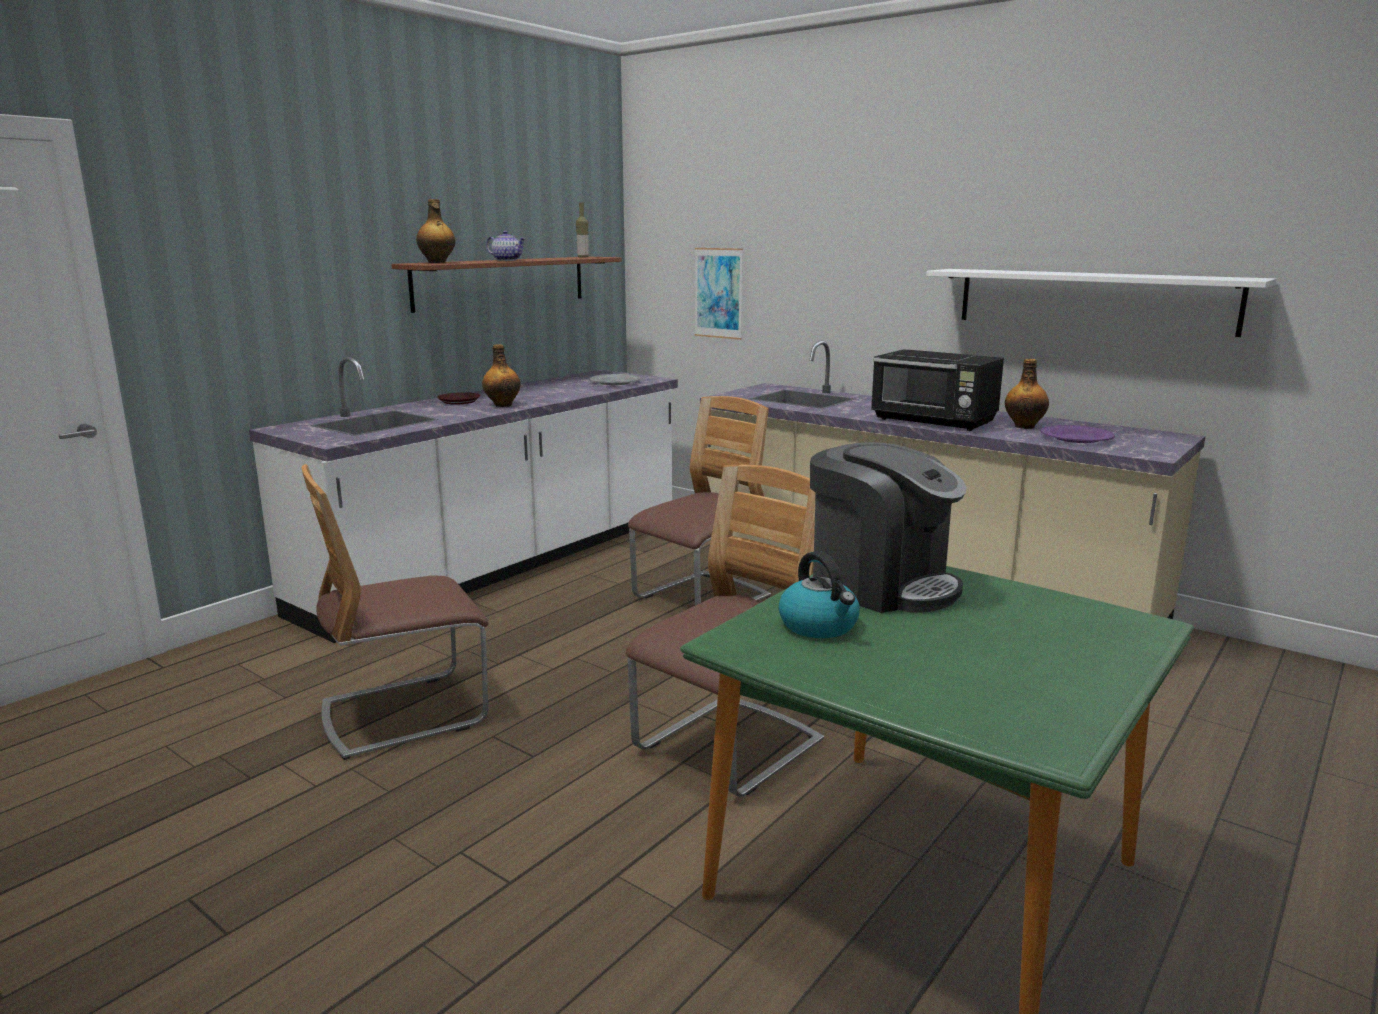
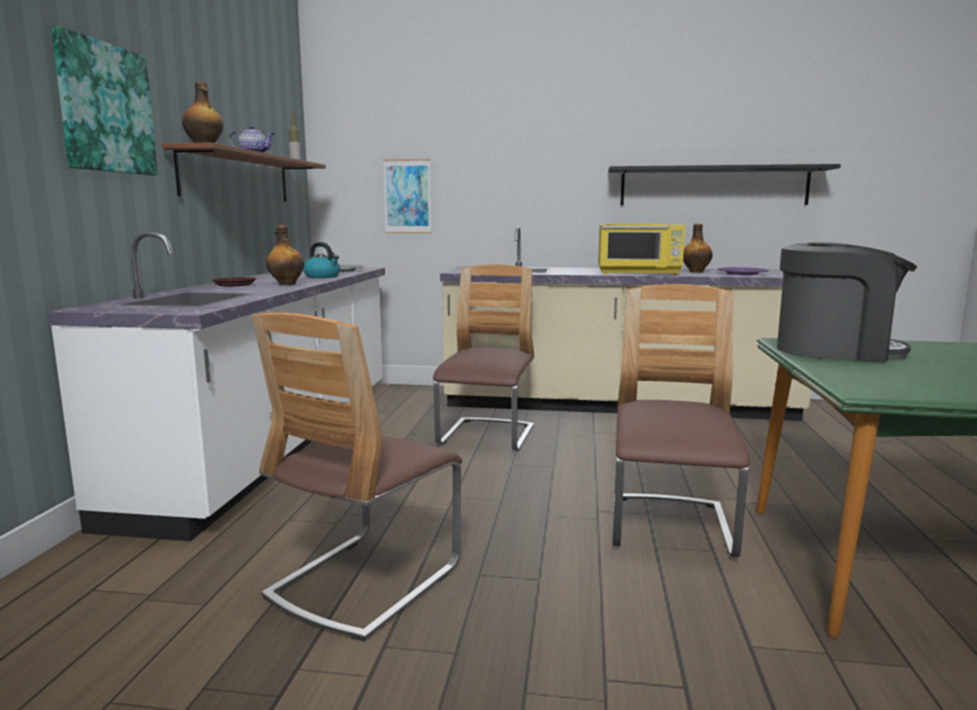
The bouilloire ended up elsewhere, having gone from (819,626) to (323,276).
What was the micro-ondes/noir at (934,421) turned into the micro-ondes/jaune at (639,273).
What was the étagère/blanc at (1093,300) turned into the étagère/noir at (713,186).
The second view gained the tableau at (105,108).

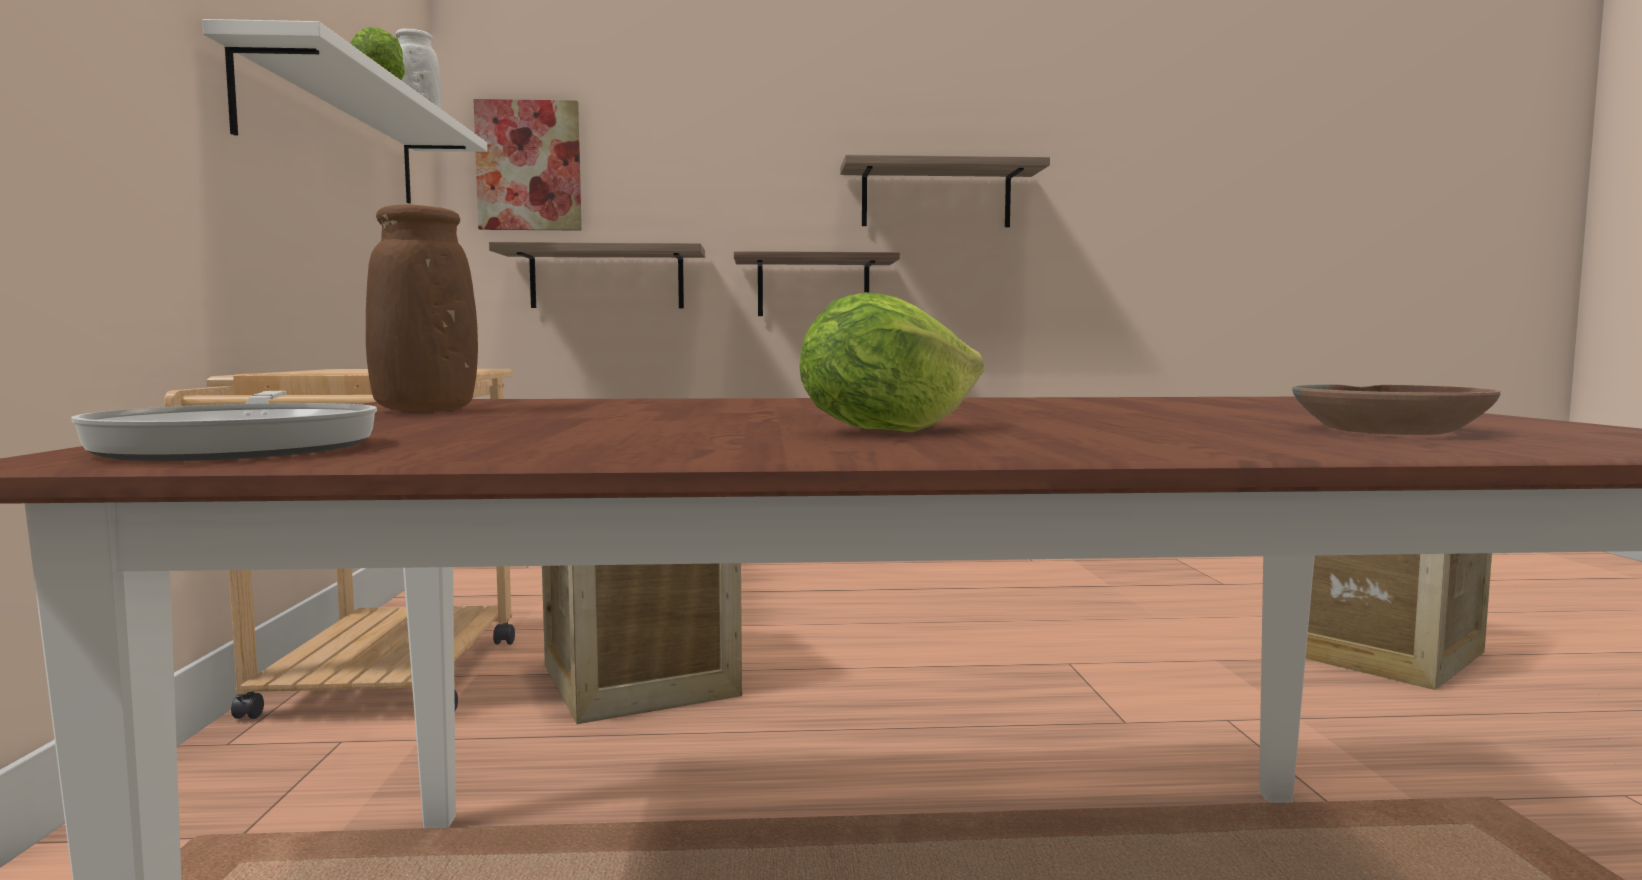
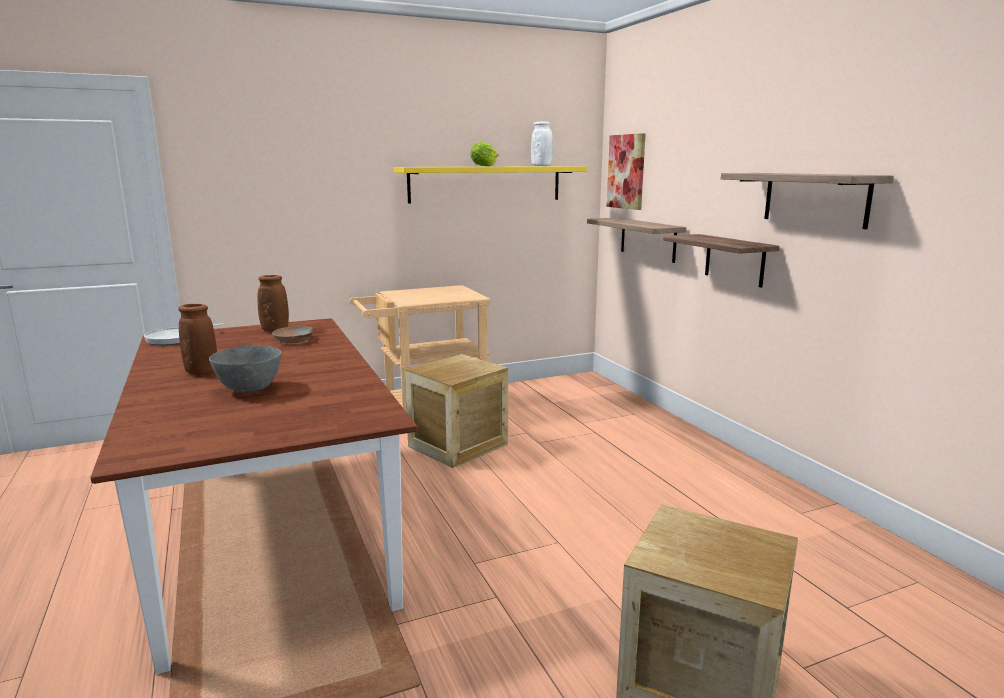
What was the étagère/blanc at (335,135) turned into the étagère/jaune at (486,184).
Where the laitue stood at (886,430), the vase/marron came to stand at (201,372).
The bol/marron ended up elsewhere, having gone from (1393,430) to (293,340).
The second view gained the bol/gris at (250,389).

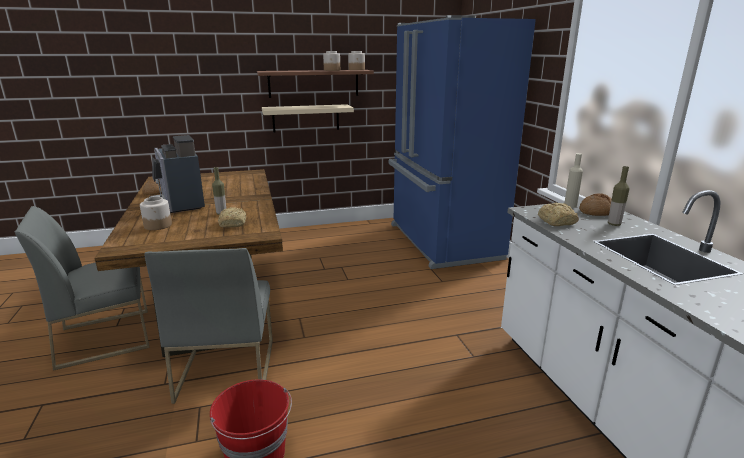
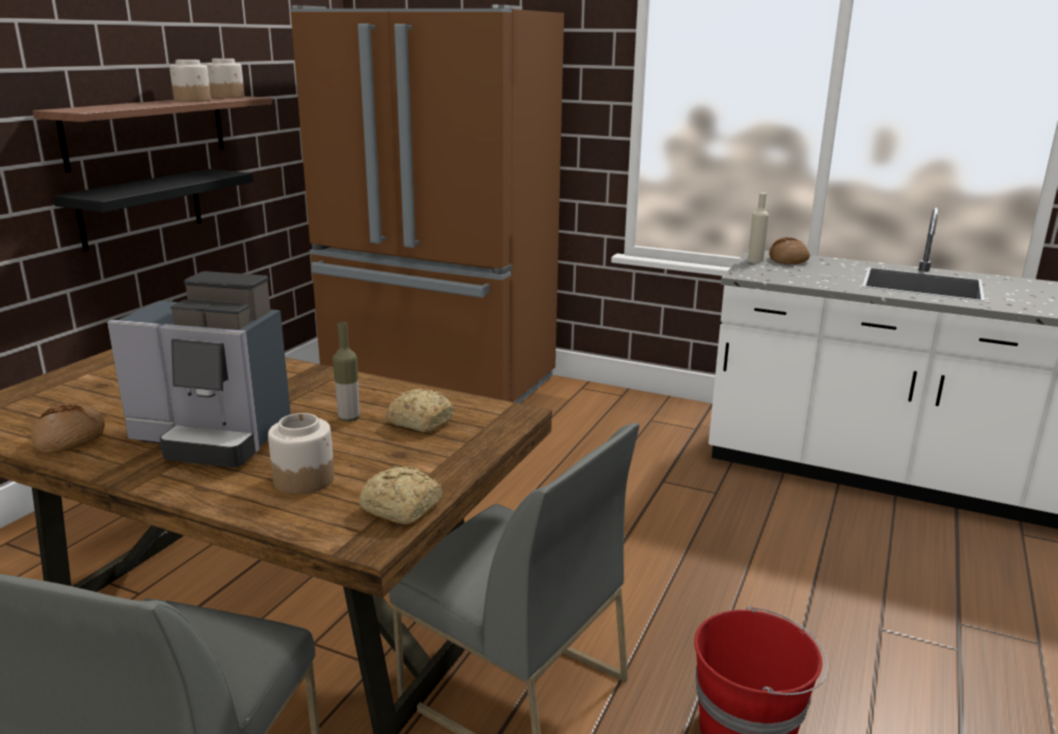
What was the étagère/beige at (306,118) turned into the étagère/noir at (141,208).
What was the réfrigérateur/bleu at (442,242) turned into the réfrigérateur/marron at (438,384).
The pain ended up elsewhere, having gone from (556,222) to (402,509).
The second view lost the bouteille at (614,224).

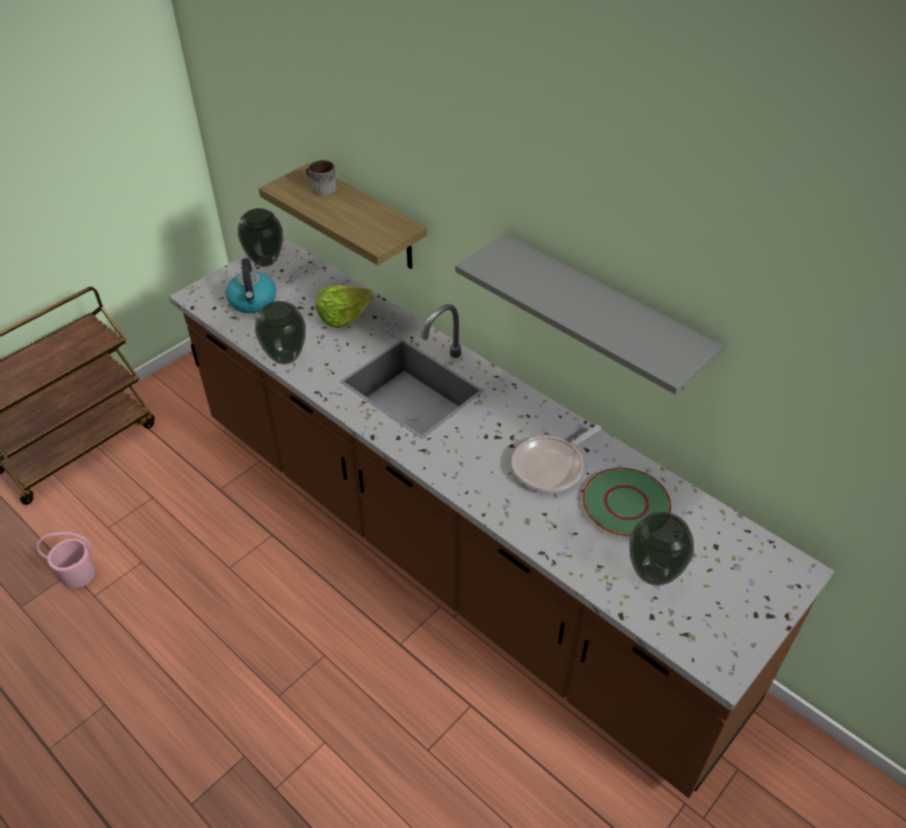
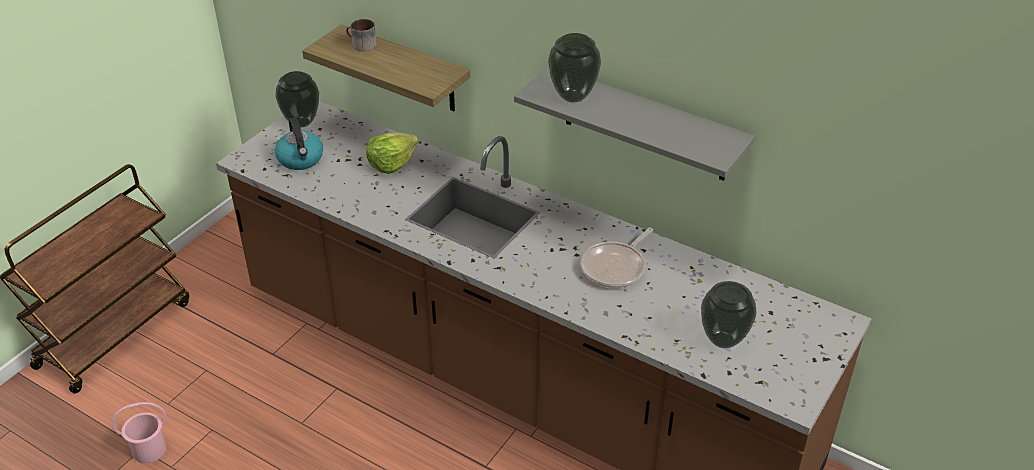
The vase ended up elsewhere, having gone from (286,357) to (573,96).
The second view lost the assiette/vert at (626,503).

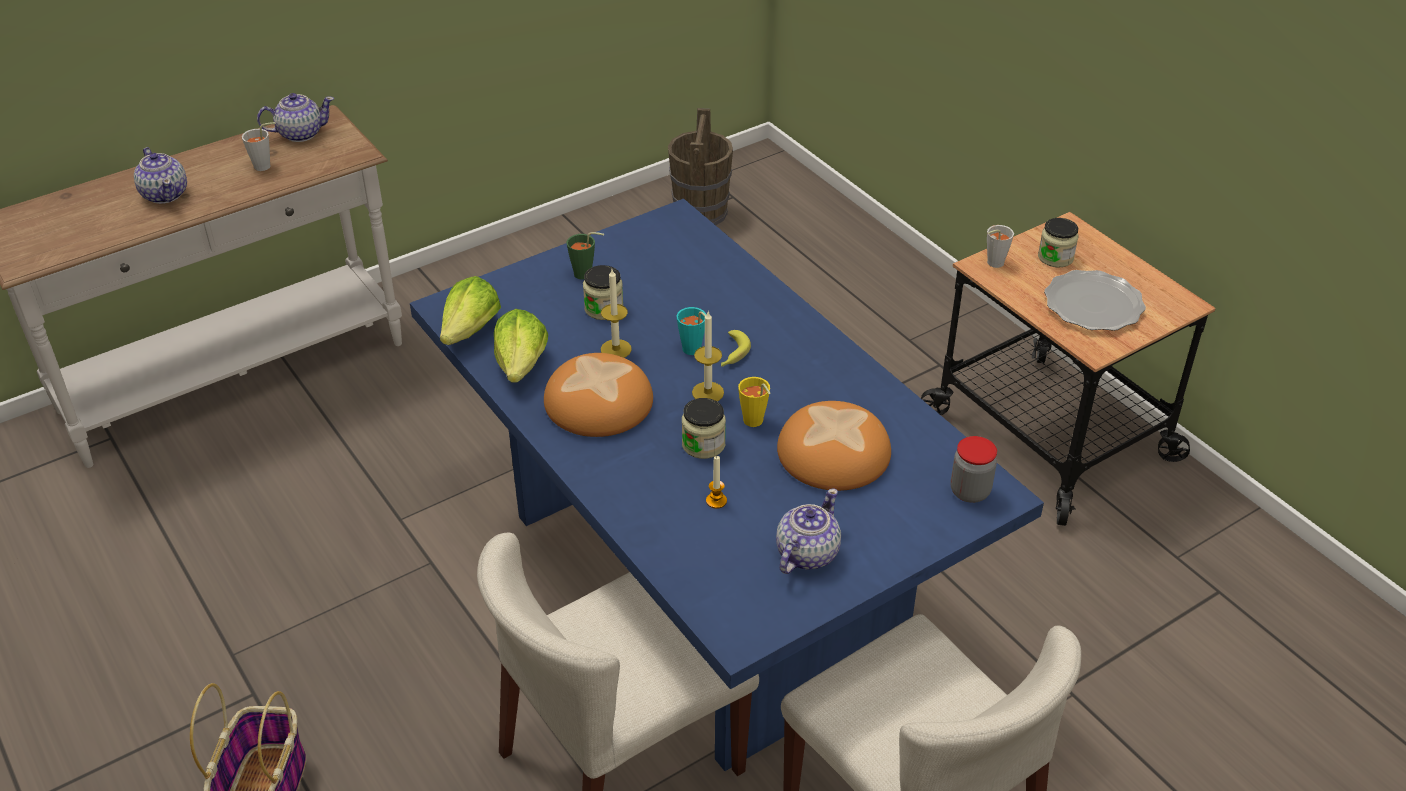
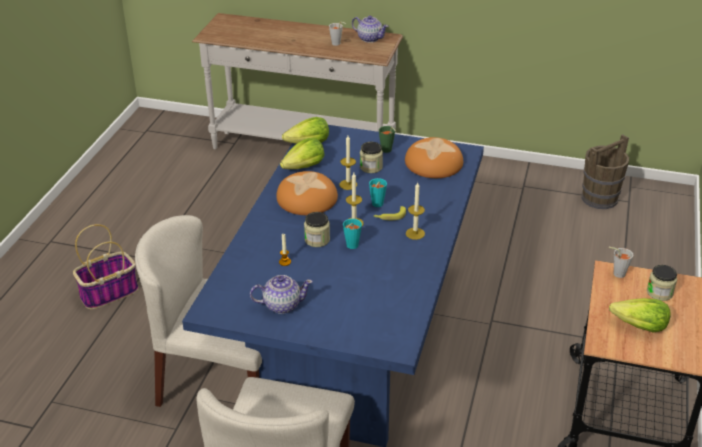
The second view lost the théière at (165,194).
What was the tasse/jaune at (754,423) turned into the tasse/turquoise at (350,247).
The pain ended up elsewhere, having gone from (832,454) to (433,163).
The second view lost the bocal at (970,491).
Where the assiette stood at (1094,305), the laitue came to stand at (639,326).
The second view gained the bougie at (415,233).

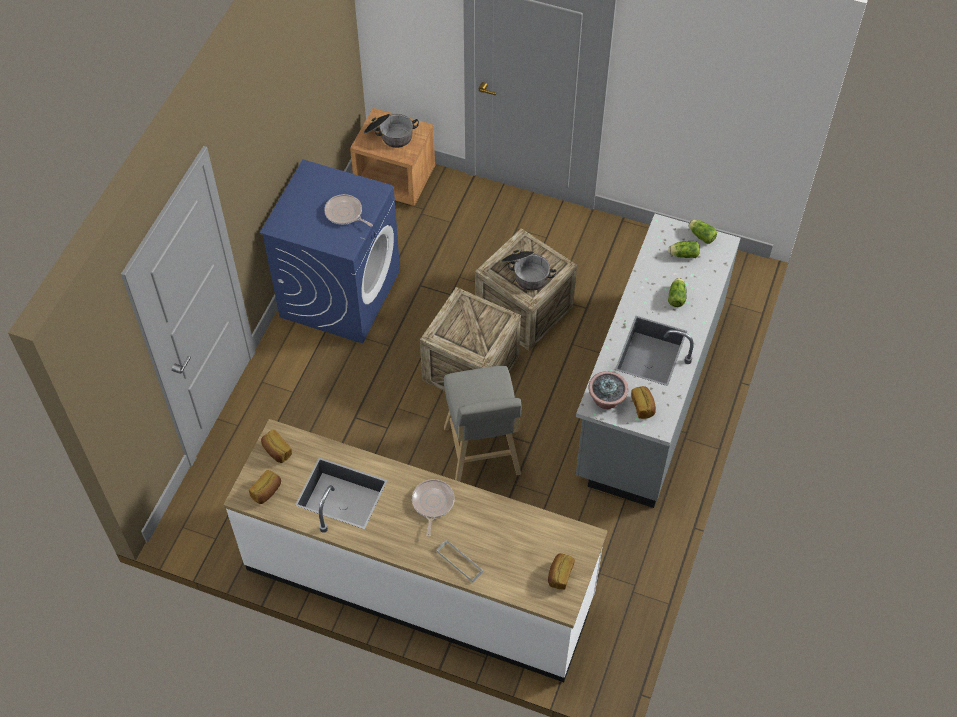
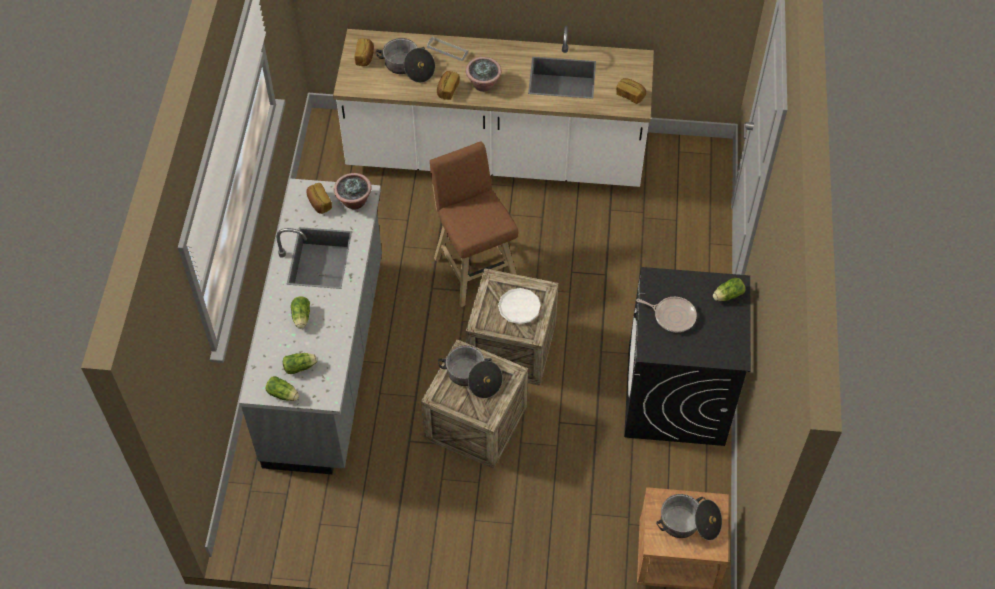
The pain ended up elsewhere, having gone from (267,491) to (447,90).
What was the lave-linge/bleu at (340,293) turned into the lave-linge/noir at (676,396).
Where the poêle stood at (432,503), the plante en pot came to stand at (483,84).
What was the tabouret/gris at (482,455) turned into the tabouret/marron at (474,267).
The second view gained the marmite at (408,67).
The second view gained the assiette/blanc at (519,308).
The second view gained the laitue at (727,295).

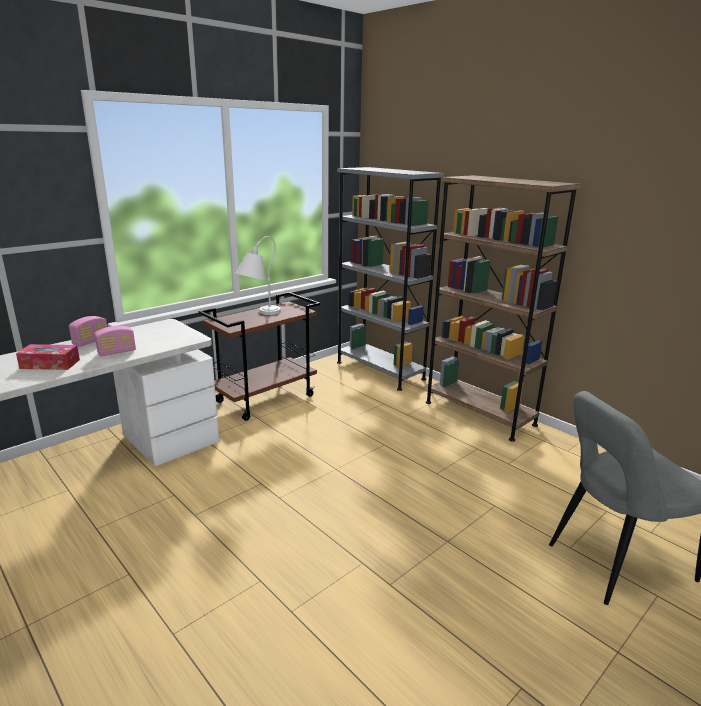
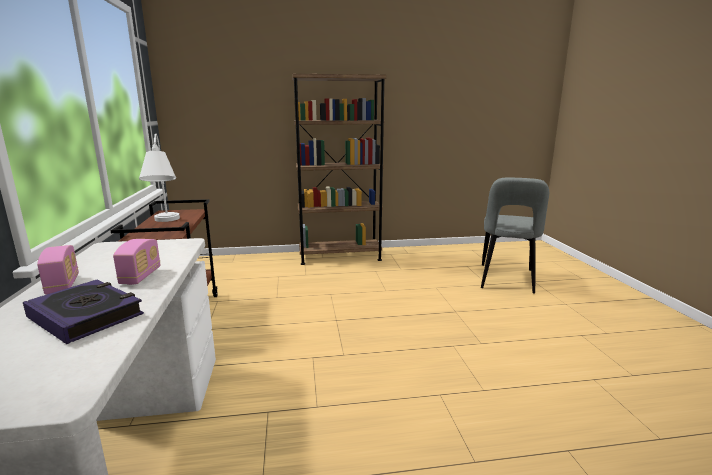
Where the boîte à mouchoirs stood at (50,364), the livre came to stand at (86,316).
The second view lost the bibliothèque/gris at (380,370).

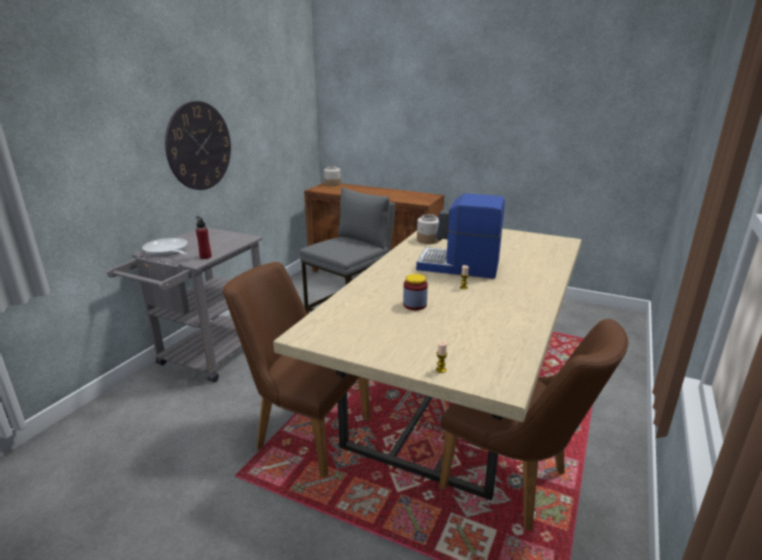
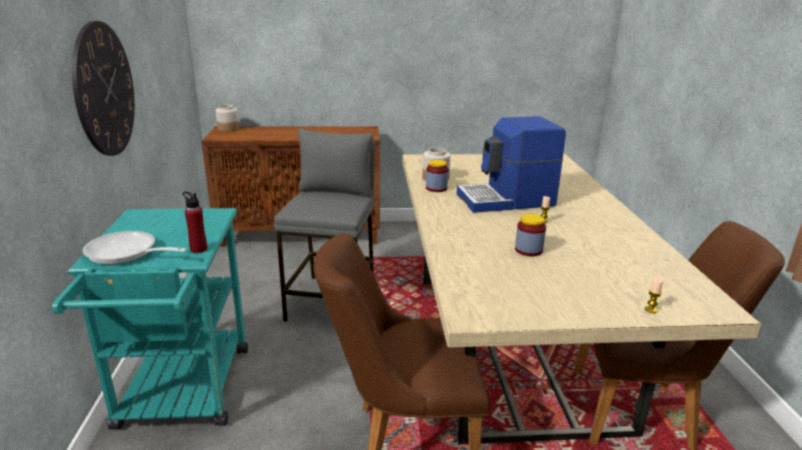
What was the chariot/gris at (208,357) turned into the chariot/turquoise at (182,396).
The second view gained the bocal at (436,188).

